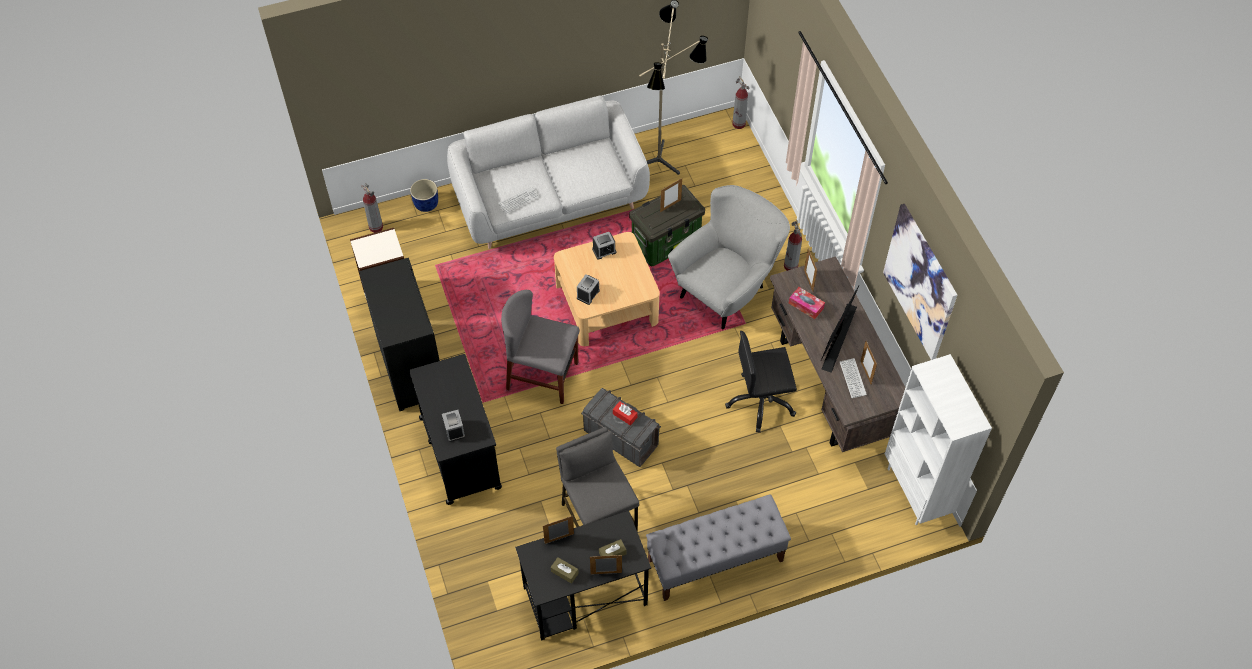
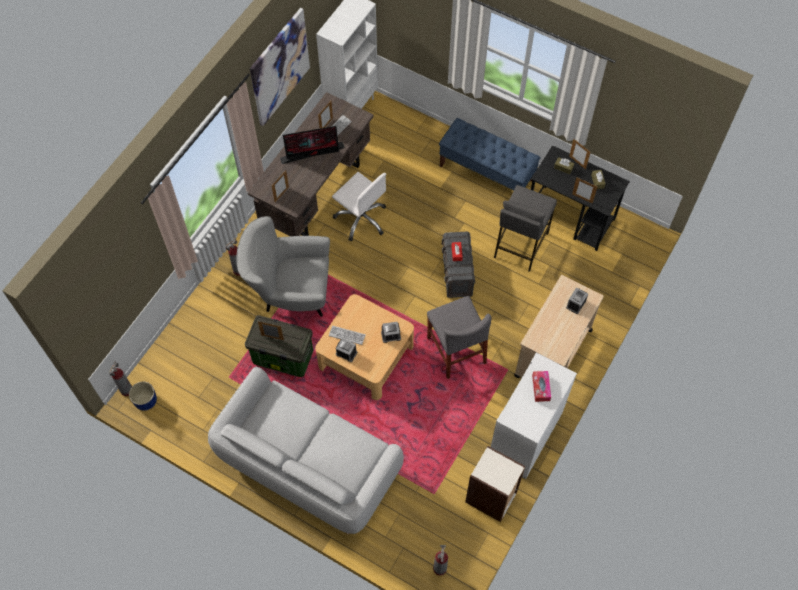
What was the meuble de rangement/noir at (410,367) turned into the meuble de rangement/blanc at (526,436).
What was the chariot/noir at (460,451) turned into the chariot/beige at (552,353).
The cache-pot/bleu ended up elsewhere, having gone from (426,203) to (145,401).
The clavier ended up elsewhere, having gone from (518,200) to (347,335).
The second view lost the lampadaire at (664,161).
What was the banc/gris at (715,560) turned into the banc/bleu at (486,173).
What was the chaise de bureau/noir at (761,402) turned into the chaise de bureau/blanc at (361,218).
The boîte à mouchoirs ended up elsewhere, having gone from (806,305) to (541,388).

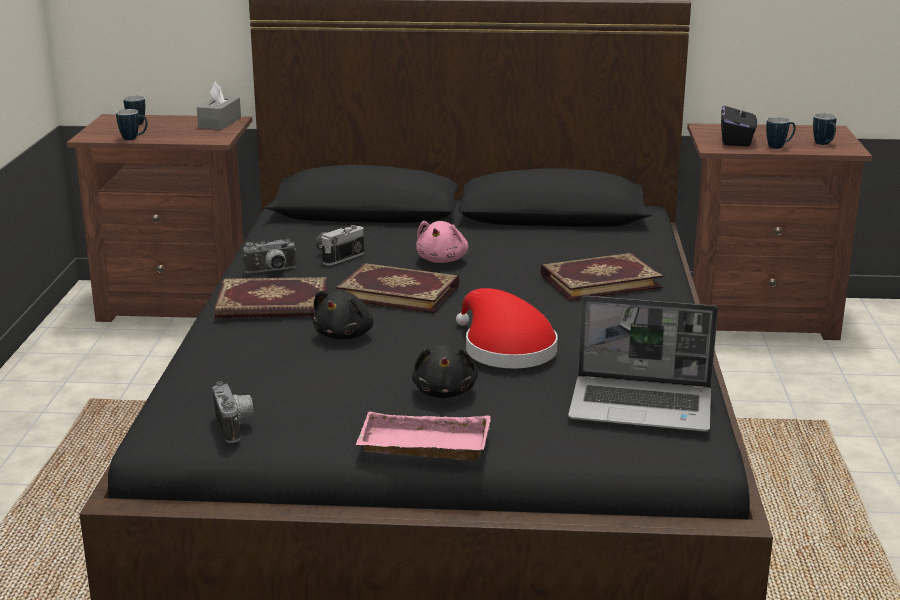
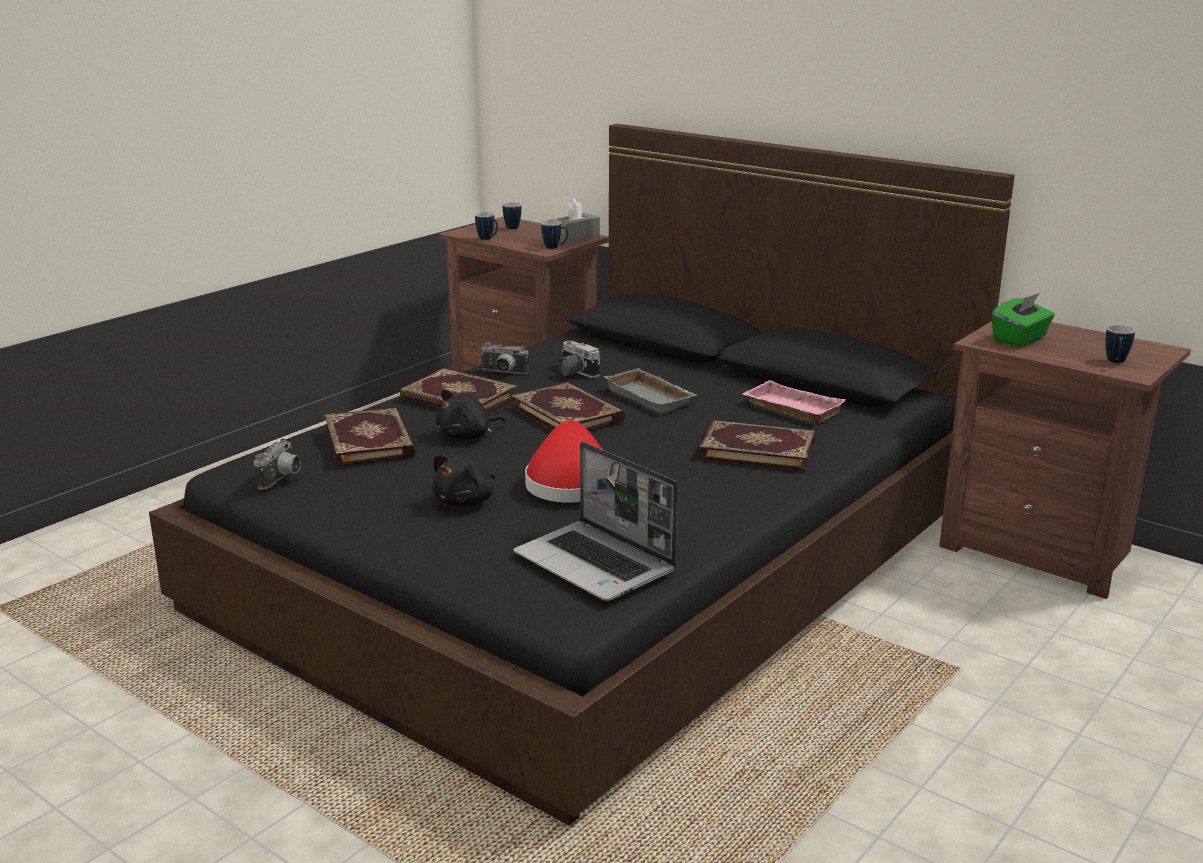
The appareil photo at (337,255) ended up facing another way, 120 degrees counterclockwise from before.
The plateau/rose ended up elsewhere, having gone from (422,447) to (790,409).
Where the peluche/rose stood at (442,260), the plateau/gris came to stand at (652,397).
What was the boîte à mouchoirs/noir at (736,140) turned into the boîte à mouchoirs/vert at (1020,339).
The mug ended up elsewhere, having gone from (779,147) to (555,247).
The second view gained the livre at (371,441).

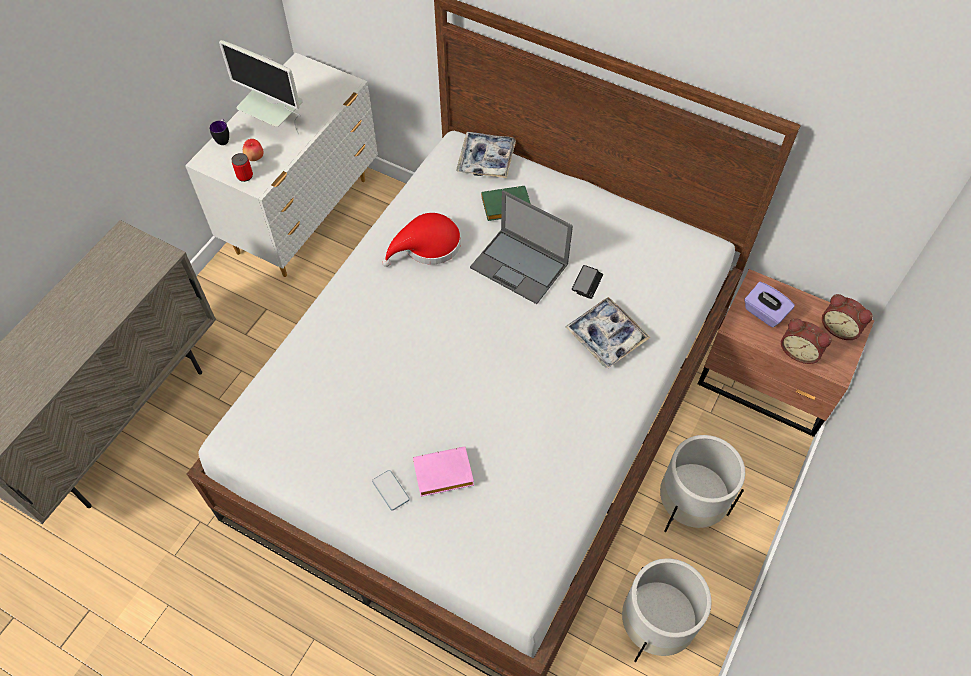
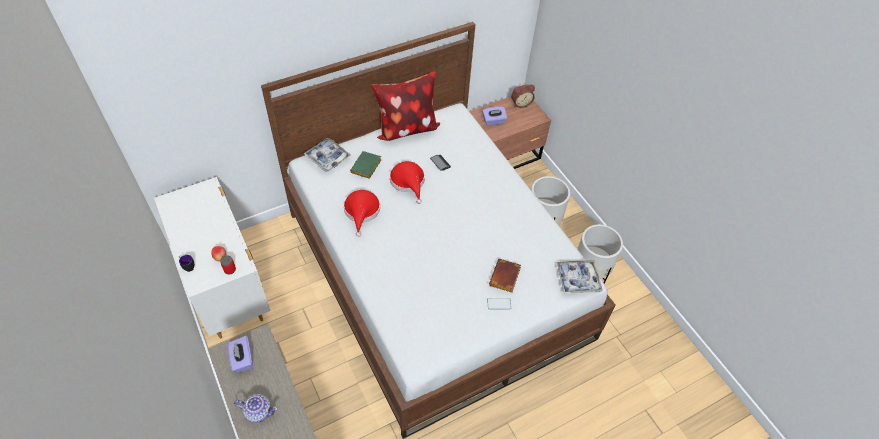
The second view lost the écran d'ordinateur at (277,124).
What was the livre/rose at (442,475) turned into the livre/marron at (505,278).
Where the ordinateur portable stood at (520,266), the chapeau/rouge came to stand at (408,182).
The plateau ended up elsewhere, having gone from (606,336) to (578,279).
The second view lost the réveil at (799,351).
The second view gained the boîte à mouchoirs/violet at (242,359).
The second view gained the théière at (258,411).
The second view gained the coussin at (406,128).

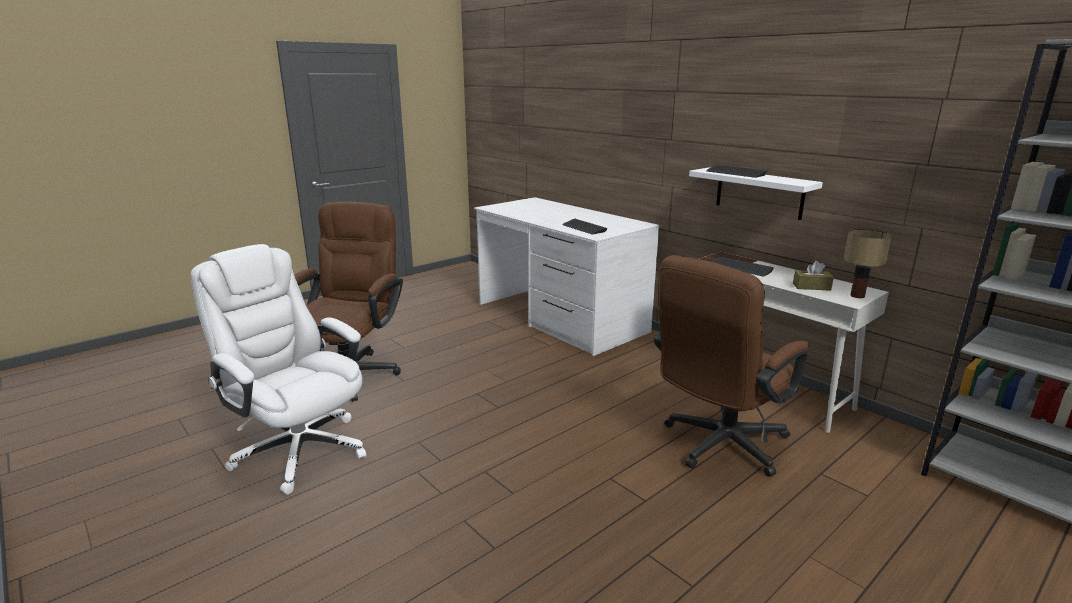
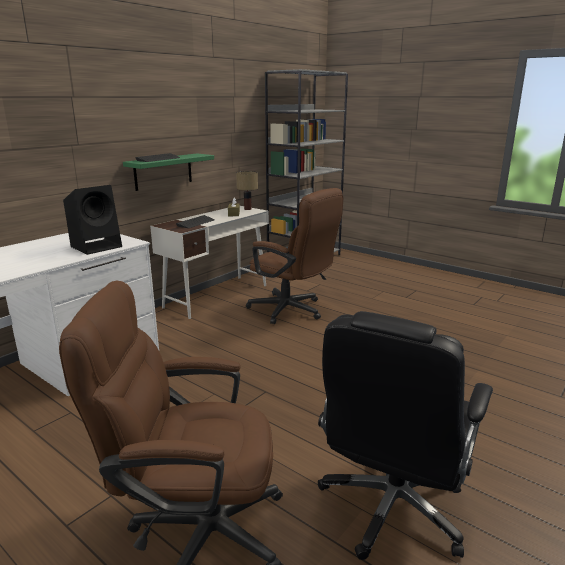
What was the chaise de bureau/blanc at (299,449) turned into the chaise de bureau/noir at (392,507).
Where the clavier stood at (584,228), the enceinte/noir came to stand at (97,246).
What was the étagère/blanc at (759,193) turned into the étagère/vert at (163,171).

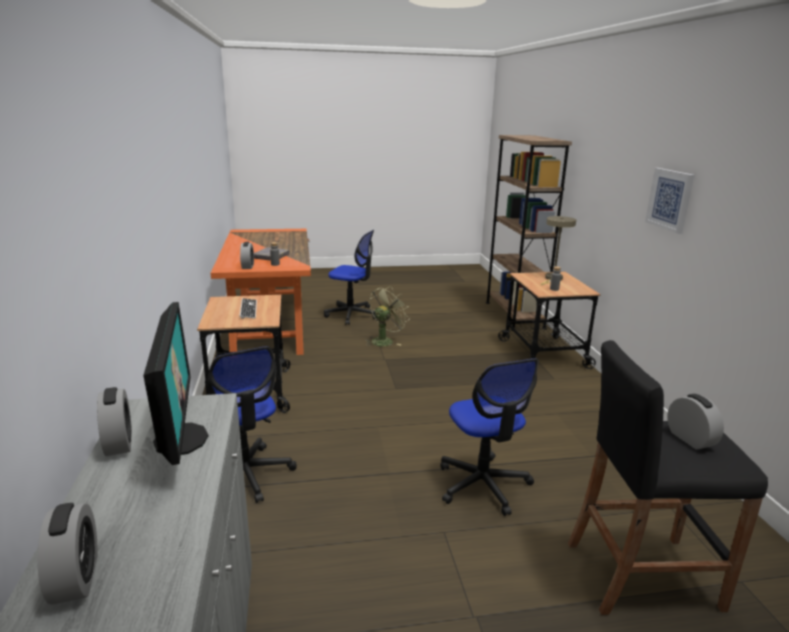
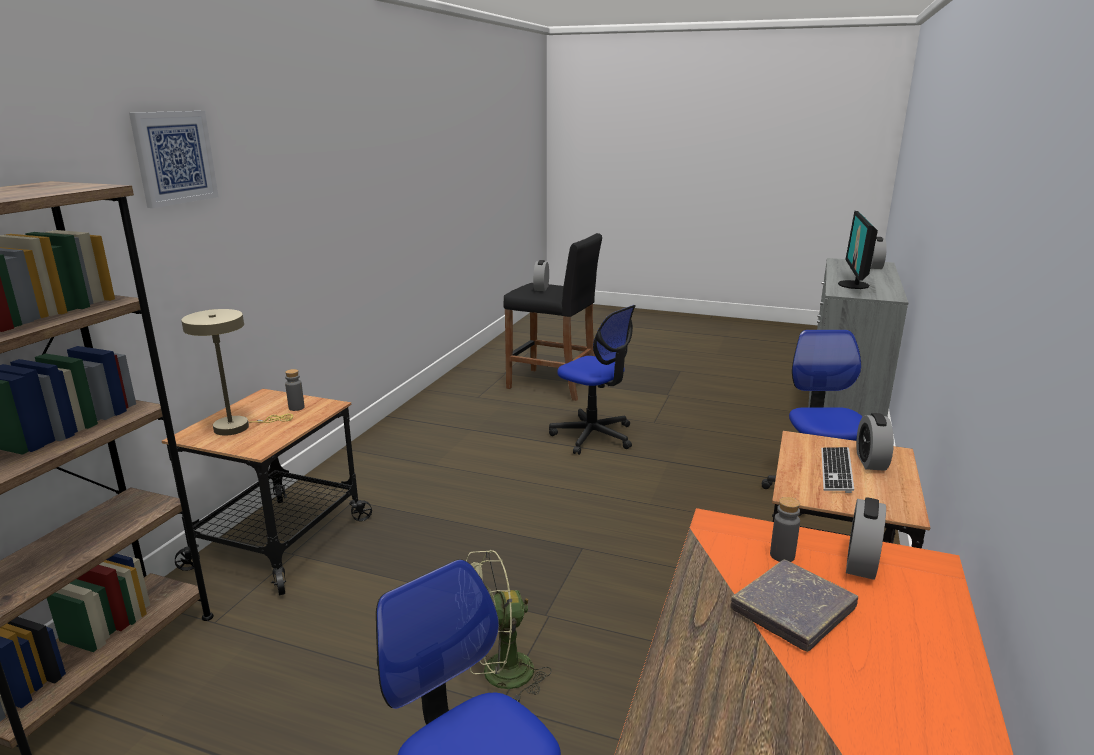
The réveil ended up elsewhere, having gone from (119,443) to (871,462).
The chaise de bureau at (483,484) ended up facing another way, 120 degrees clockwise from before.
The tableau ended up elsewhere, having gone from (670,199) to (174,157).

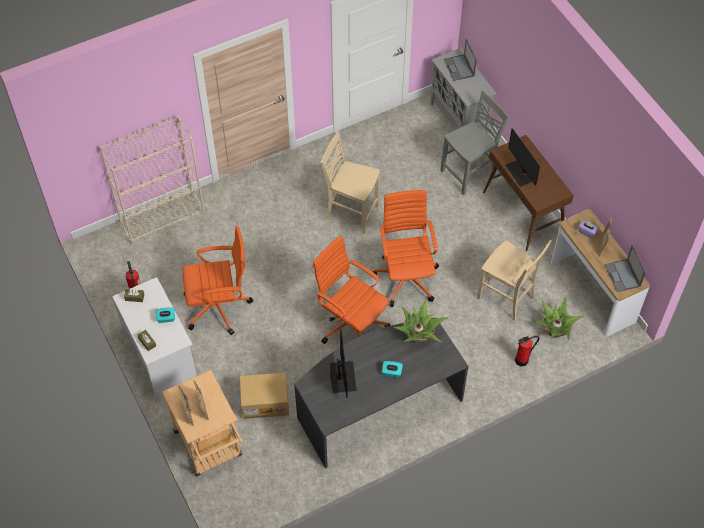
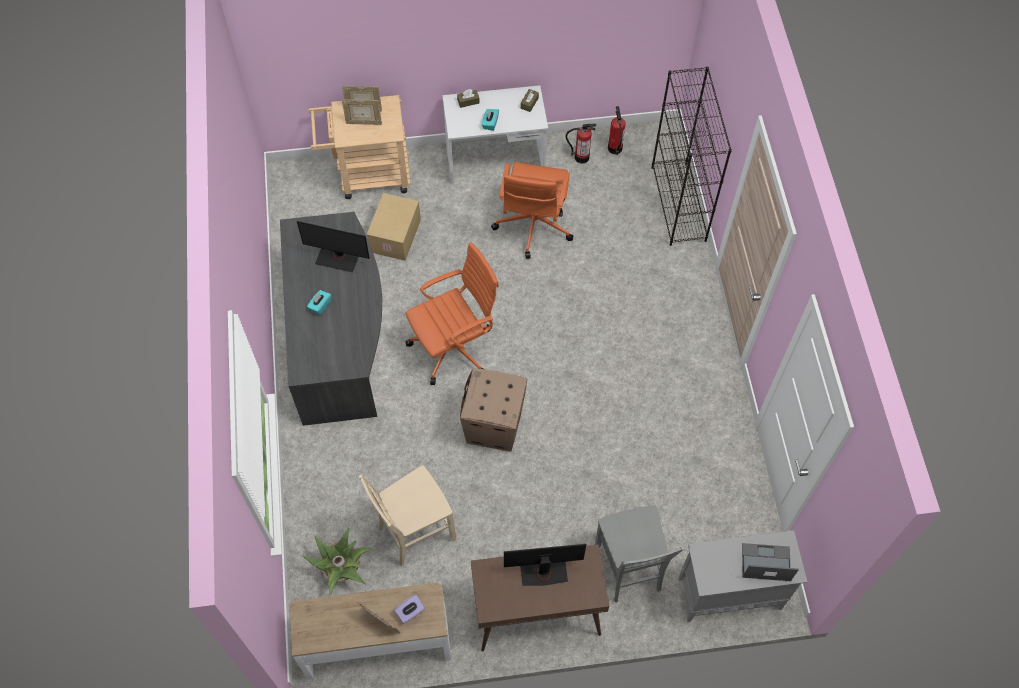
What was the bibliothèque/beige at (162,217) turned into the bibliothèque/noir at (679,204).
The second view lost the chaise/beige at (351,212).
Where the chaise de bureau/orange stood at (406,277), the carton came to stand at (493,428).
The second view lost the plante en pot at (419,336).
The extincteur ended up elsewhere, having gone from (521,360) to (614,148).
The second view lost the ordinateur portable at (622,276).

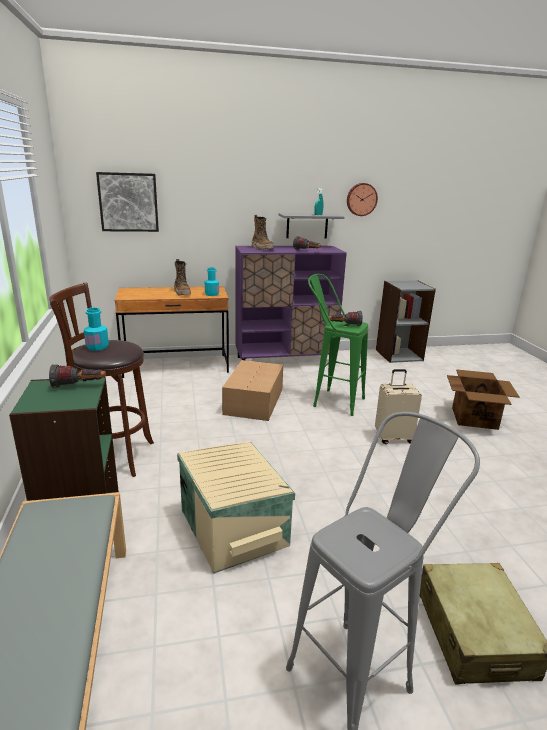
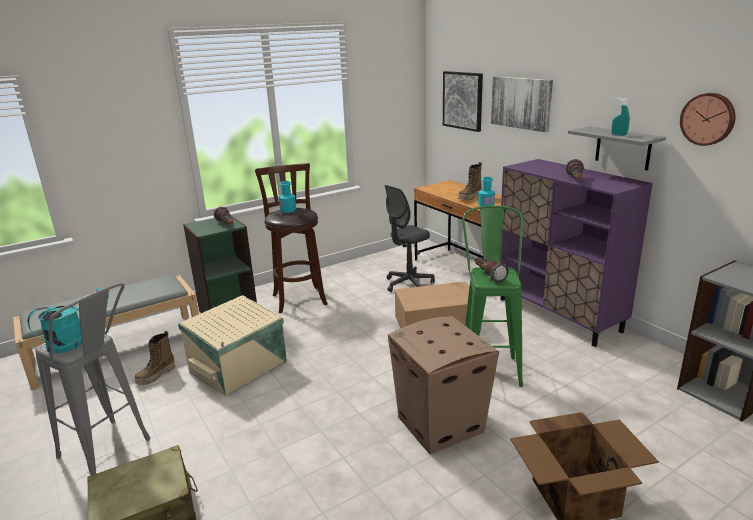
The botte ended up elsewhere, having gone from (262,248) to (156,376).
Where the valise/beige stood at (393,438), the carton came to stand at (441,424).
The second view gained the arrosoir/turquoise at (74,341).
The second view gained the chaise de bureau/gris at (408,284).
The second view gained the tableau at (521,103).

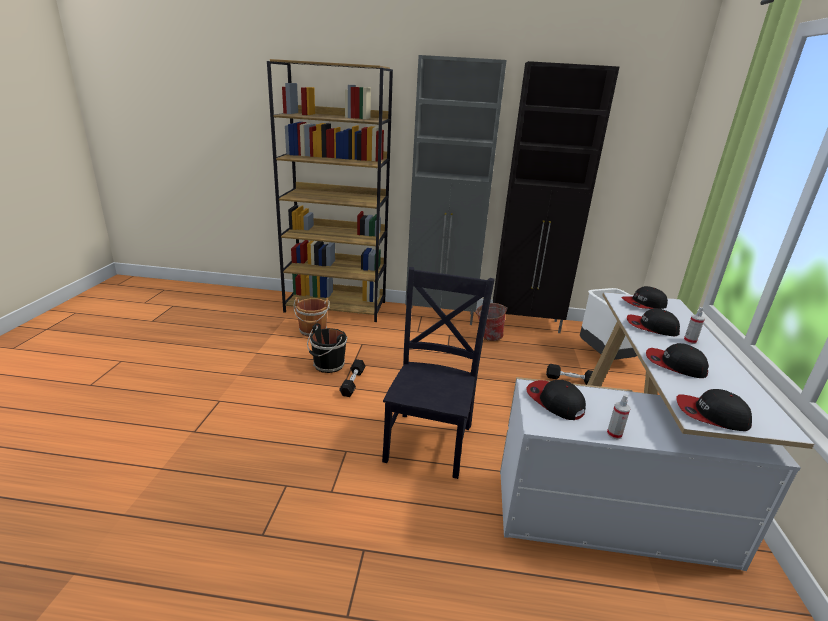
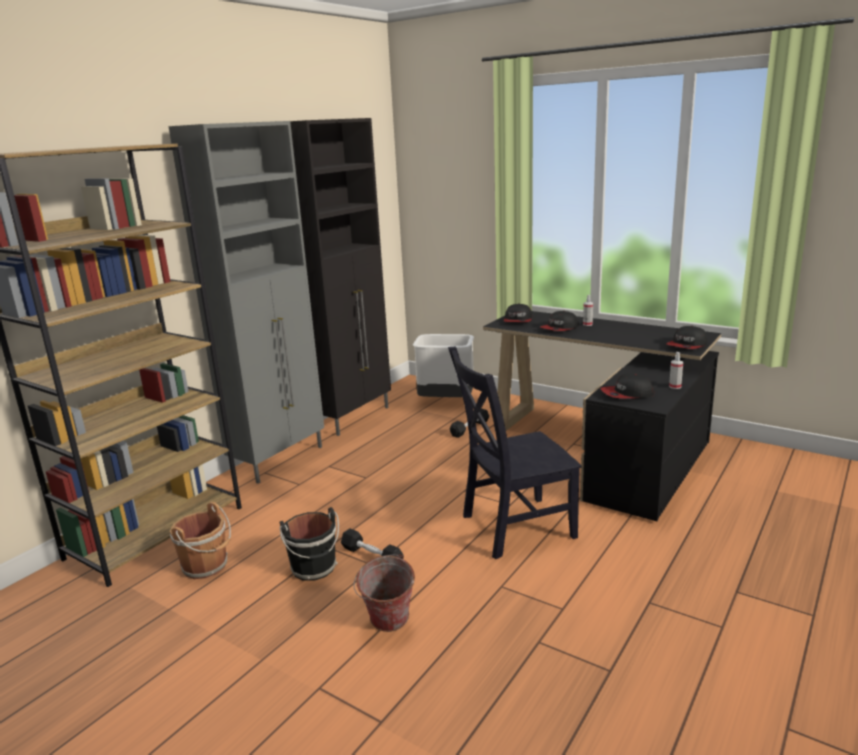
The chaise/noir at (430,440) ended up facing another way, 60 degrees counterclockwise from before.
The seau ended up elsewhere, having gone from (487,337) to (387,626).
What was the bureau/blanc at (623,474) turned into the bureau/noir at (604,450).
The second view lost the casquette at (674,365).

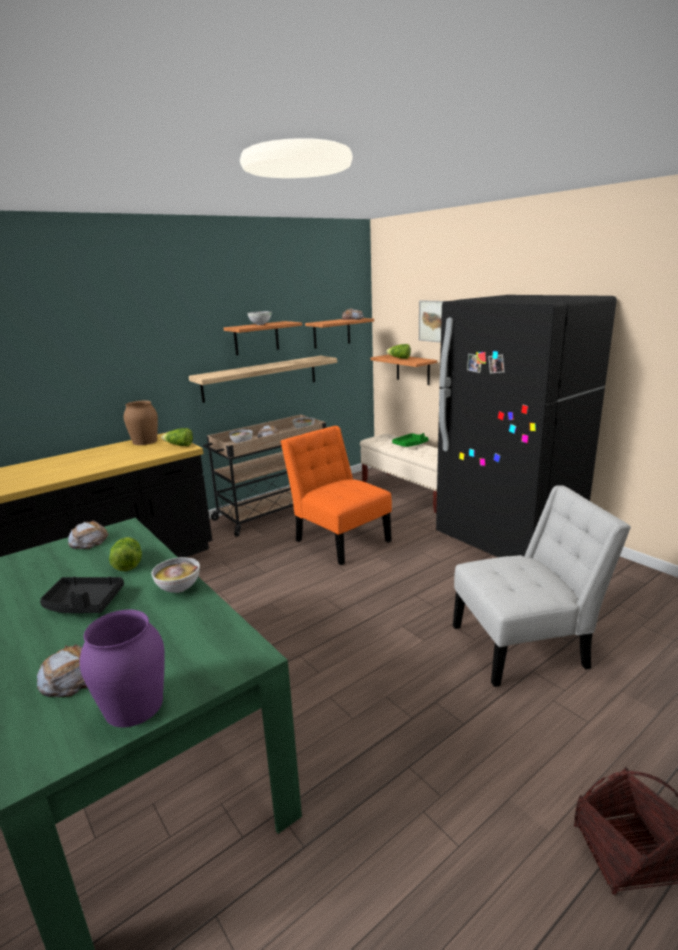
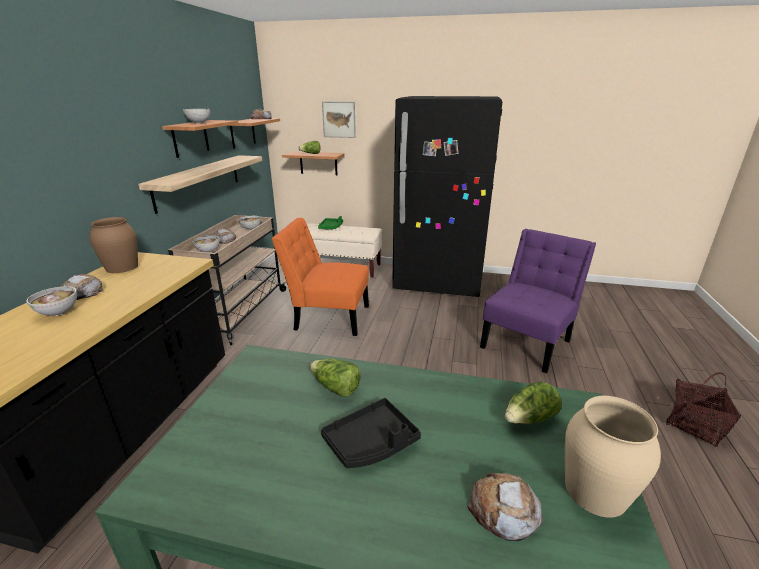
The pain ended up elsewhere, having gone from (88,540) to (82,292).
What was the vase/violet at (133,706) turned into the vase/beige at (595,491).
The bol ended up elsewhere, having gone from (179,588) to (59,312).
The laitue ended up elsewhere, having gone from (179,445) to (530,419).
What was the chaise/blanc at (525,645) turned into the chaise/violet at (528,342).

